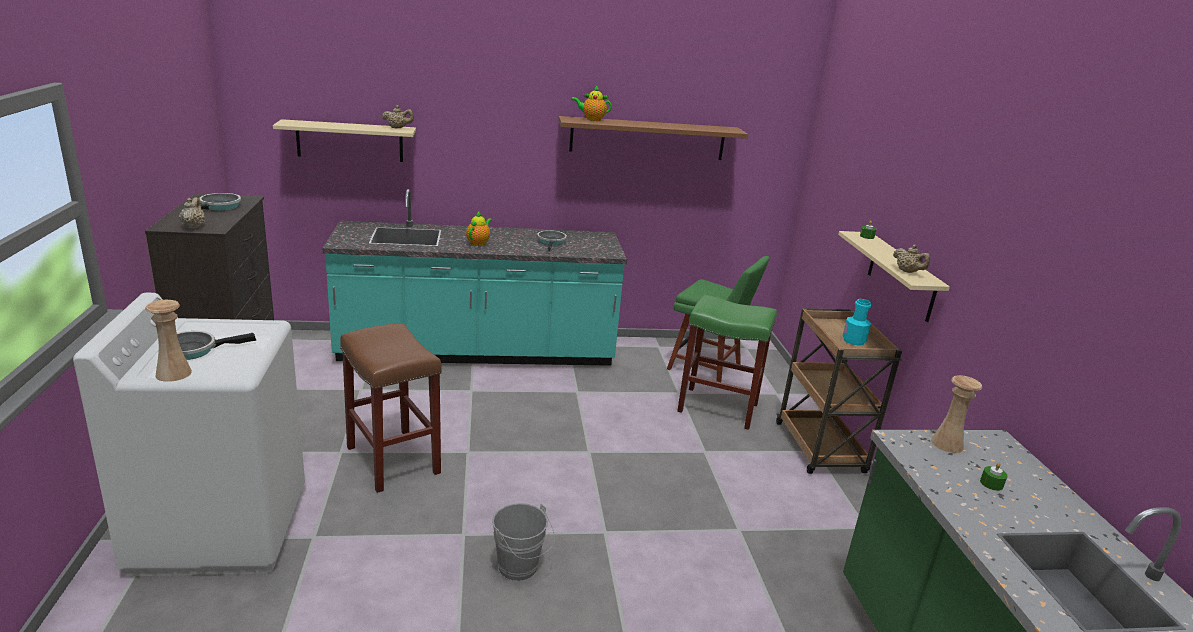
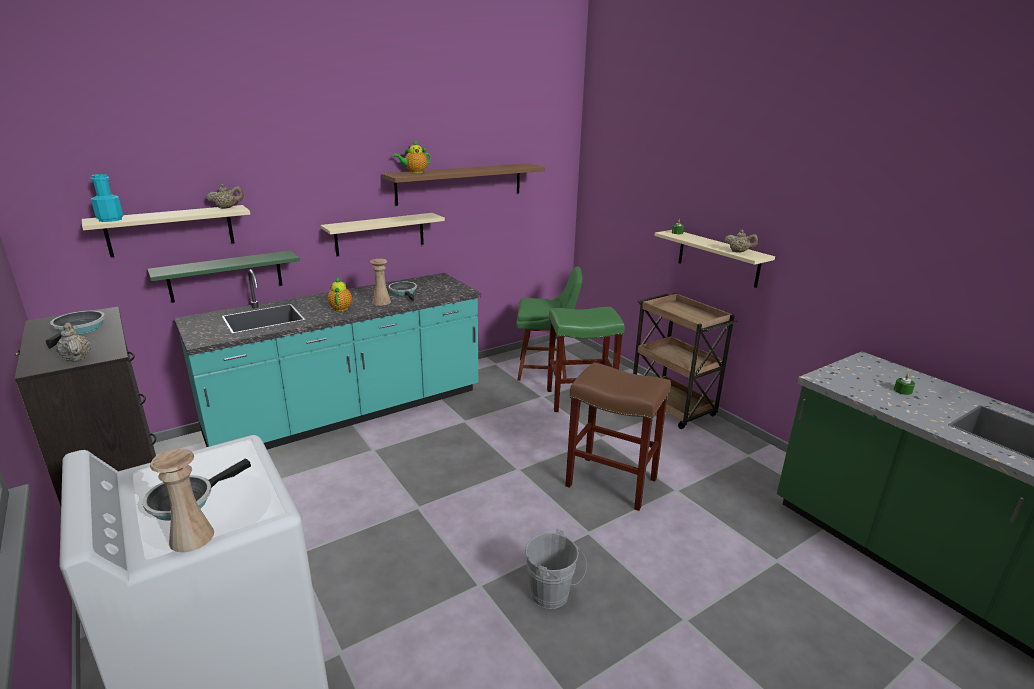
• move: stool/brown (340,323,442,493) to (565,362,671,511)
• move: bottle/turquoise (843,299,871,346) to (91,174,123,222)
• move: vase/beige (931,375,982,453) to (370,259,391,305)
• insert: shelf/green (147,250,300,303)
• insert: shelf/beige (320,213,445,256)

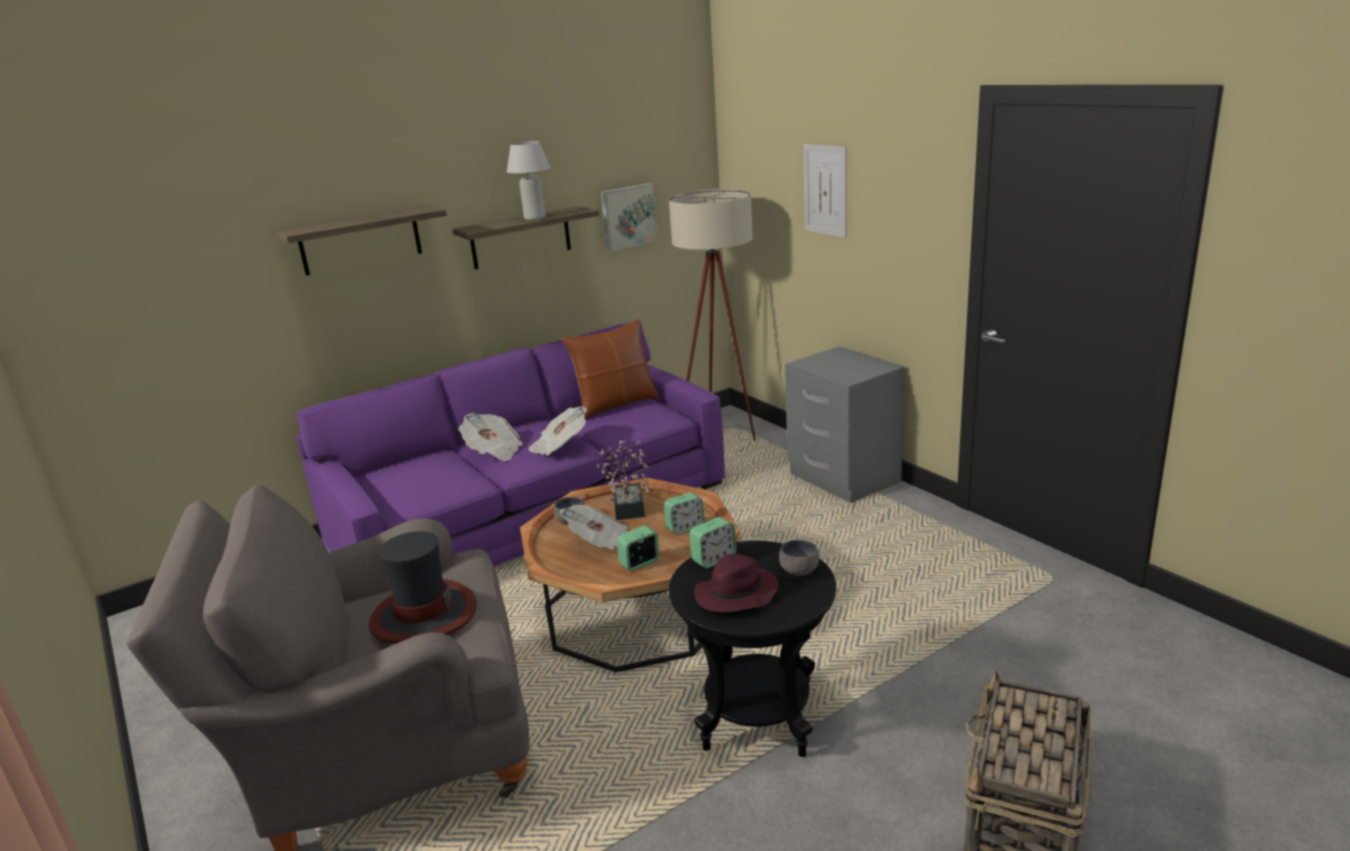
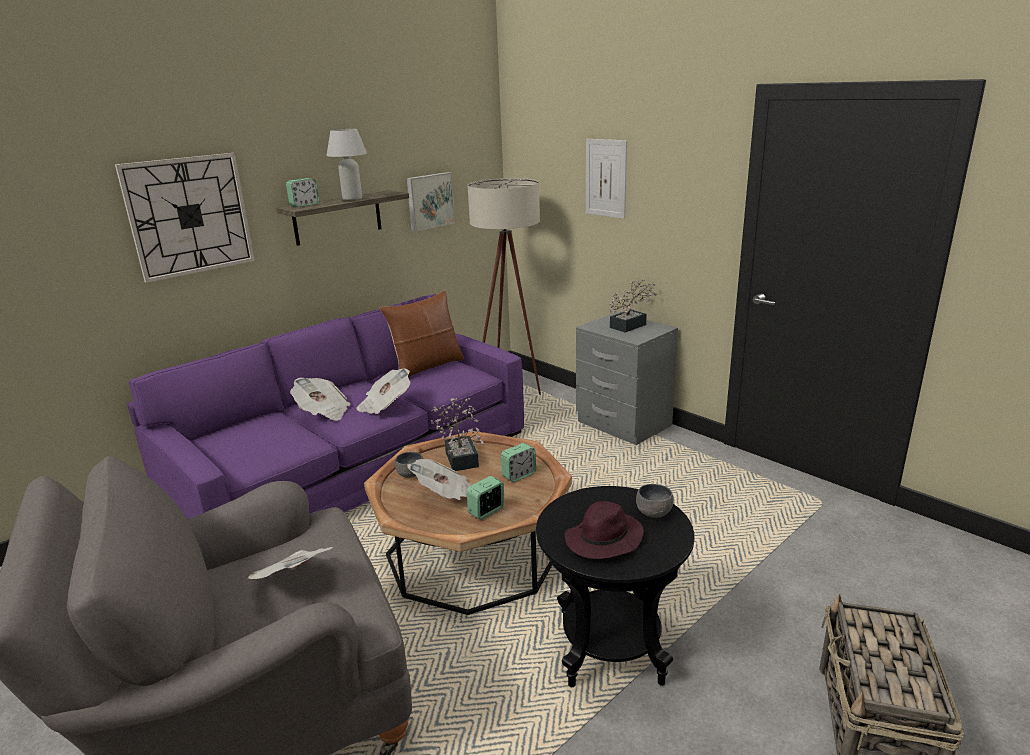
• replace: shelf (276,205,447,276) to wall clock (115,153,255,283)
• replace: hat (369,531,477,644) to newspaper (248,547,333,579)
• move: alarm clock (689,517,737,568) to (286,178,319,207)
• insert: potted plant (609,279,656,333)

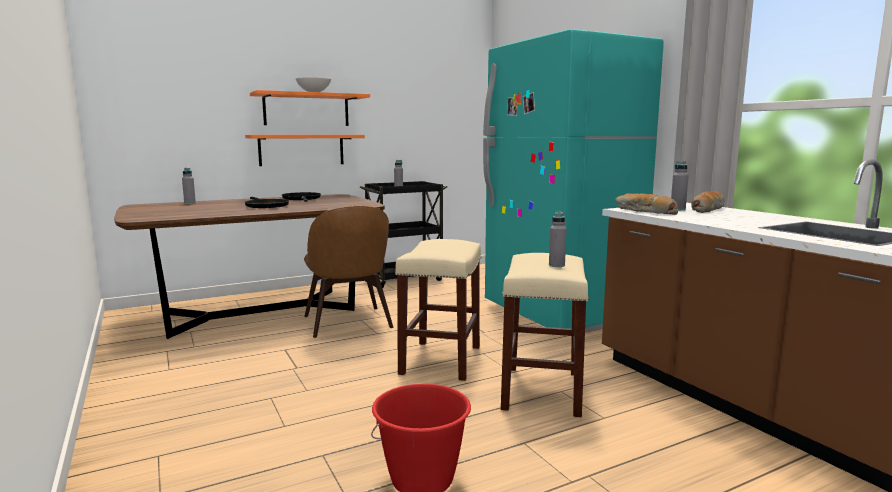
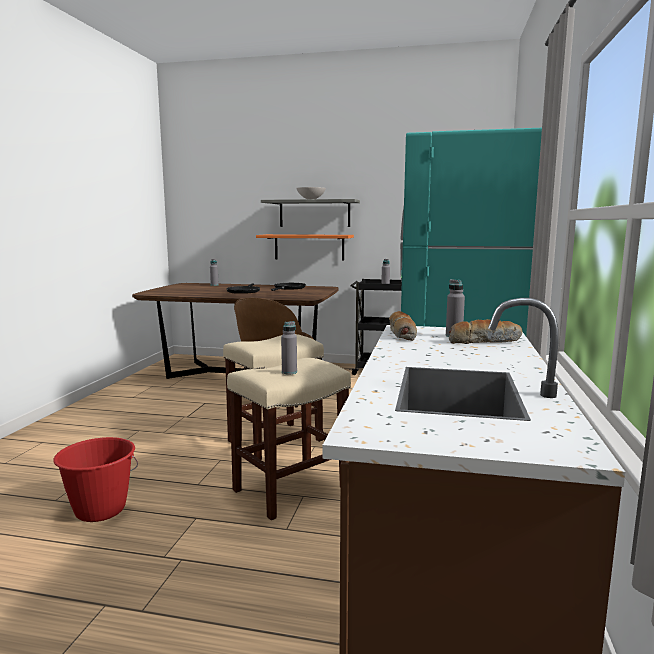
• recolor: shelf/orange (250,90,370,126) to shelf/grey (261,199,360,227)

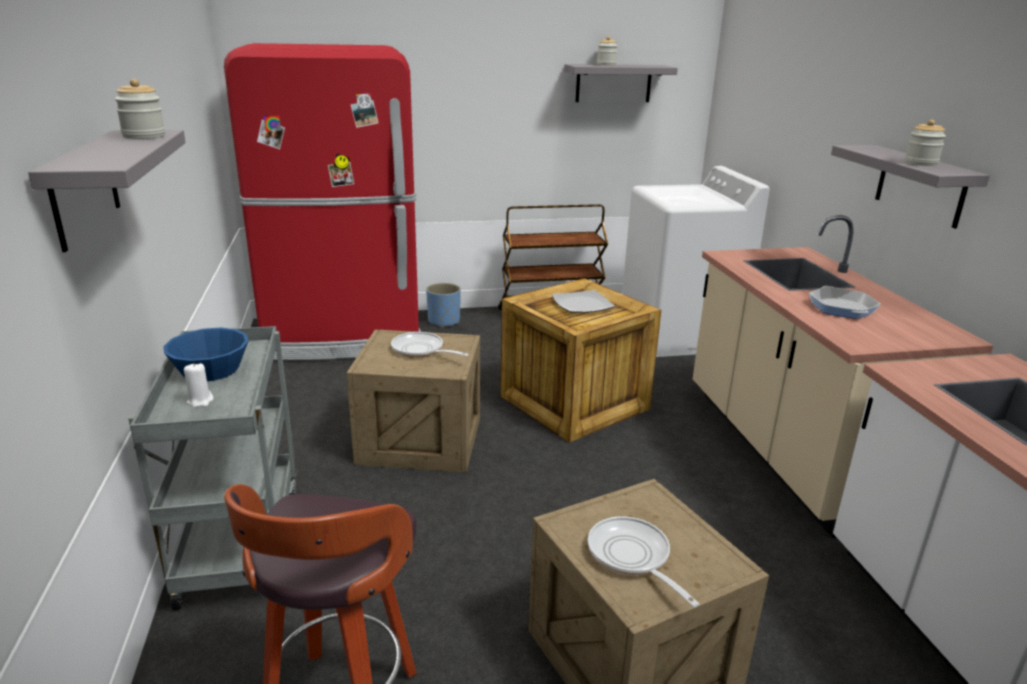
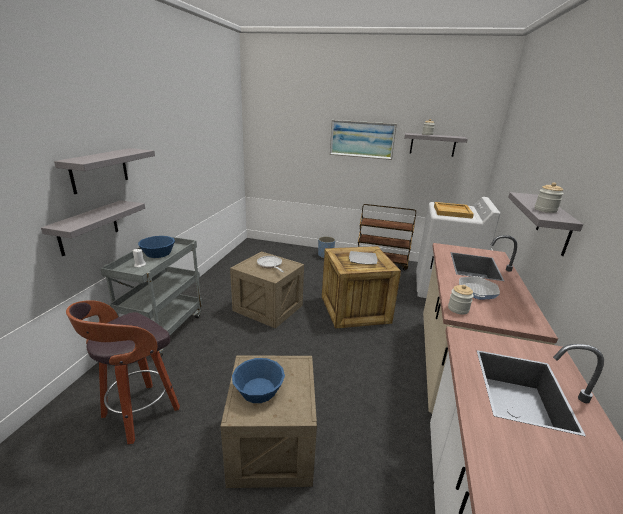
• move: jar (115,79,165,139) to (448,285,474,315)
• delete: fridge/red (224,43,421,360)
• replace: frying pan (588,516,699,607) to bowl/blue (232,358,285,403)
• insert: shelf/grey (41,200,145,256)
• insert: picture (330,120,397,160)
• insert: tray/beige (434,202,474,219)

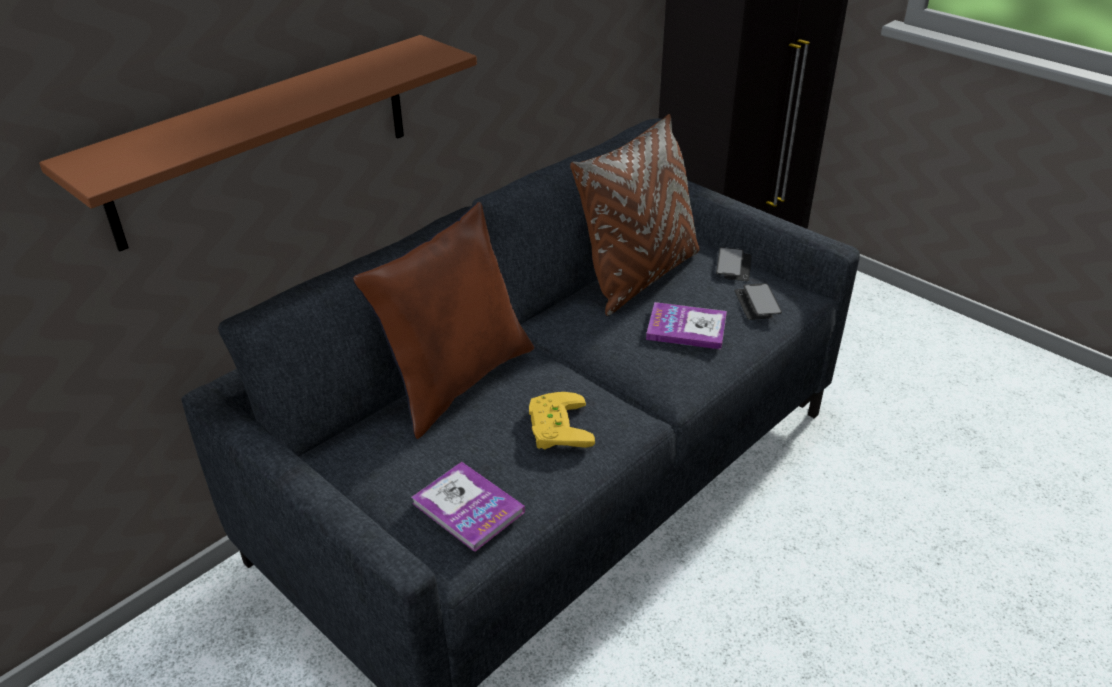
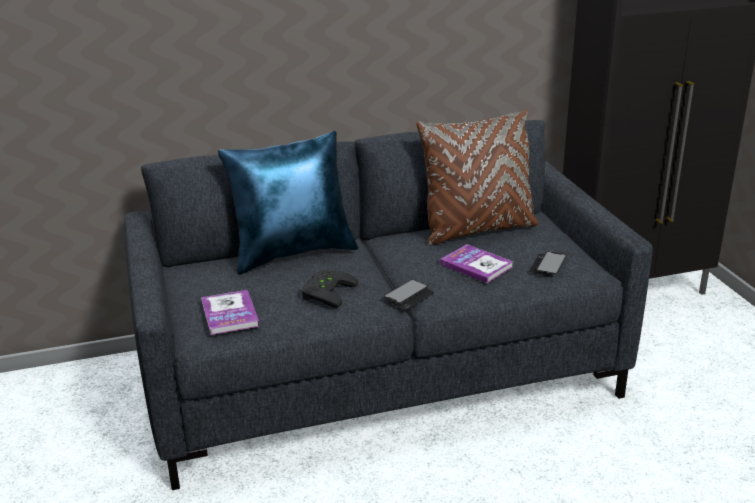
• delete: shelf/brown (39,35,477,251)
• recolor: pillow/brown (353,202,534,439) to pillow/blue (218,131,358,274)
• recolor: game controller/yellow (529,392,595,450) to game controller/black (302,270,359,308)
• move: phone (716,247,752,281) to (384,279,434,310)

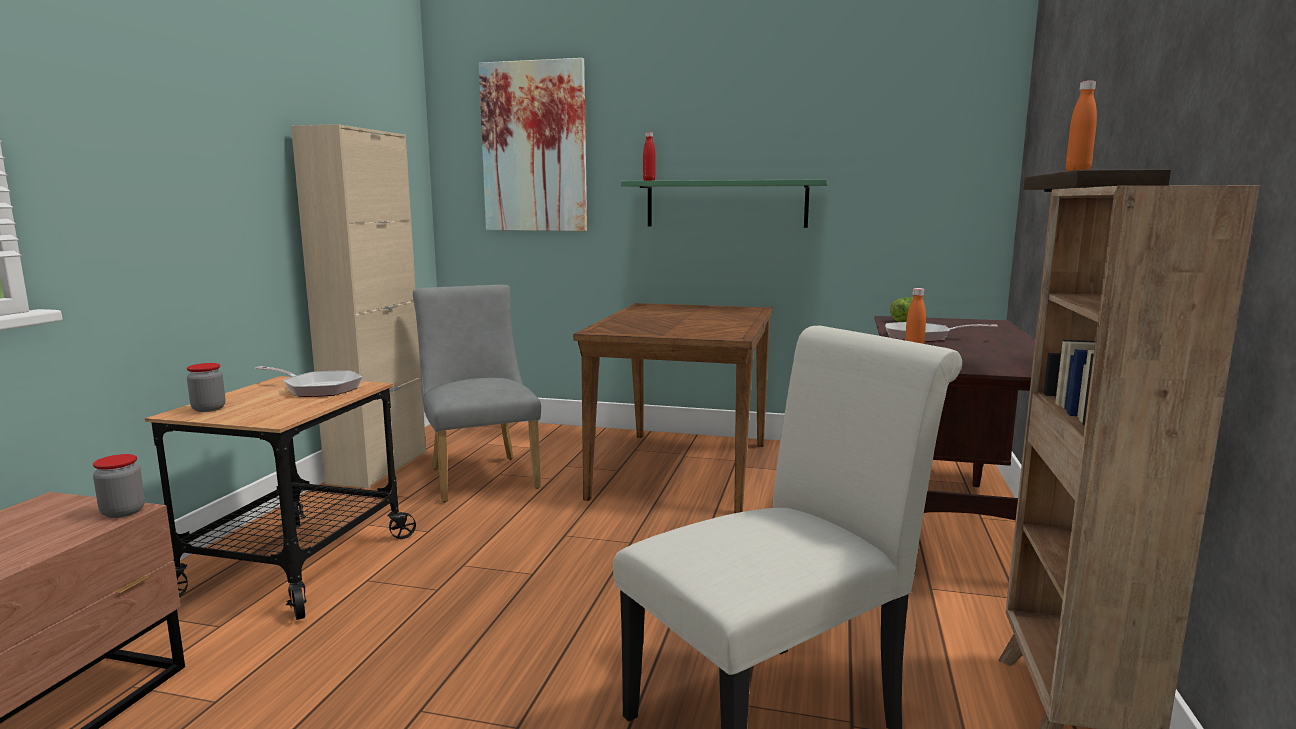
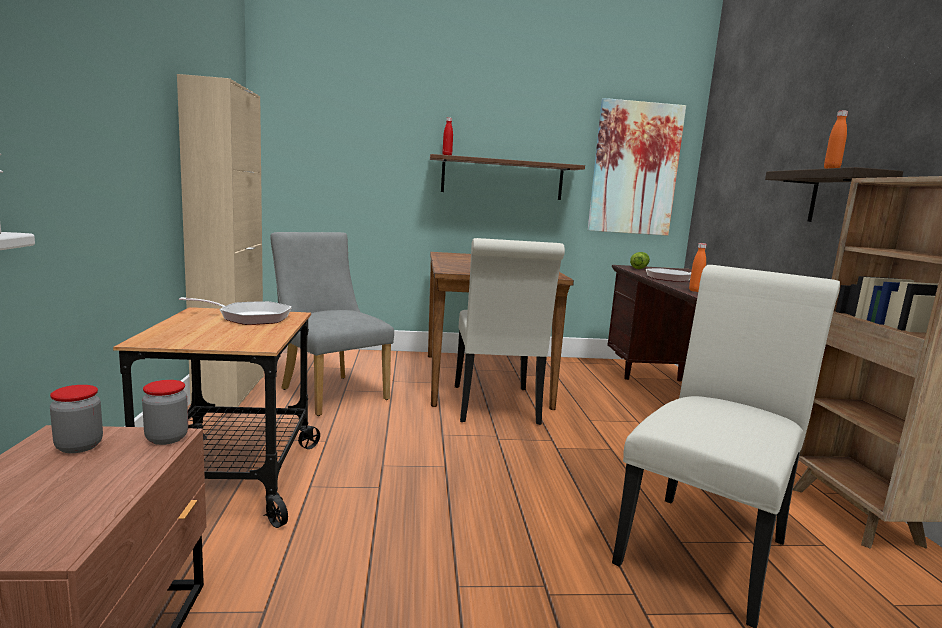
• move: jar (187,363,226,412) to (50,385,103,453)
• move: picture (479,58,587,231) to (588,98,686,236)
• recolor: shelf/green (621,179,828,228) to shelf/brown (430,154,585,200)
• insert: chair/white (455,238,565,425)

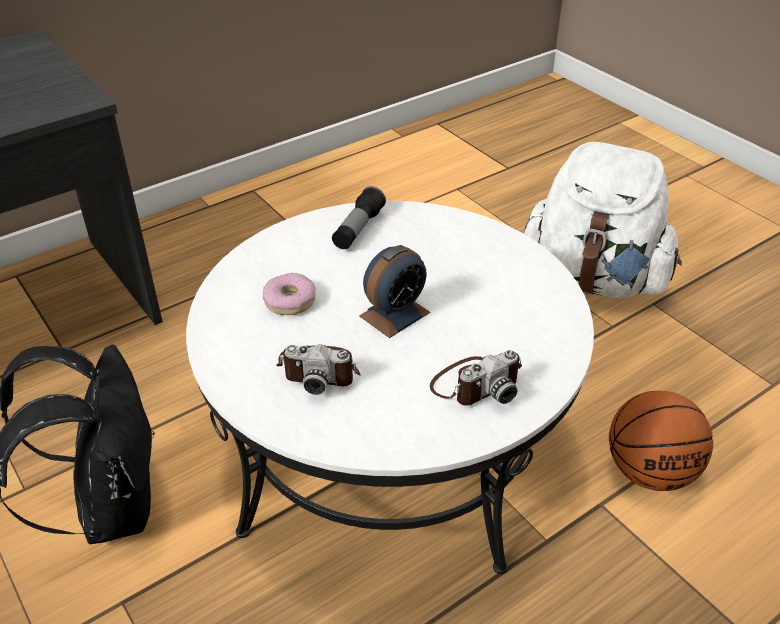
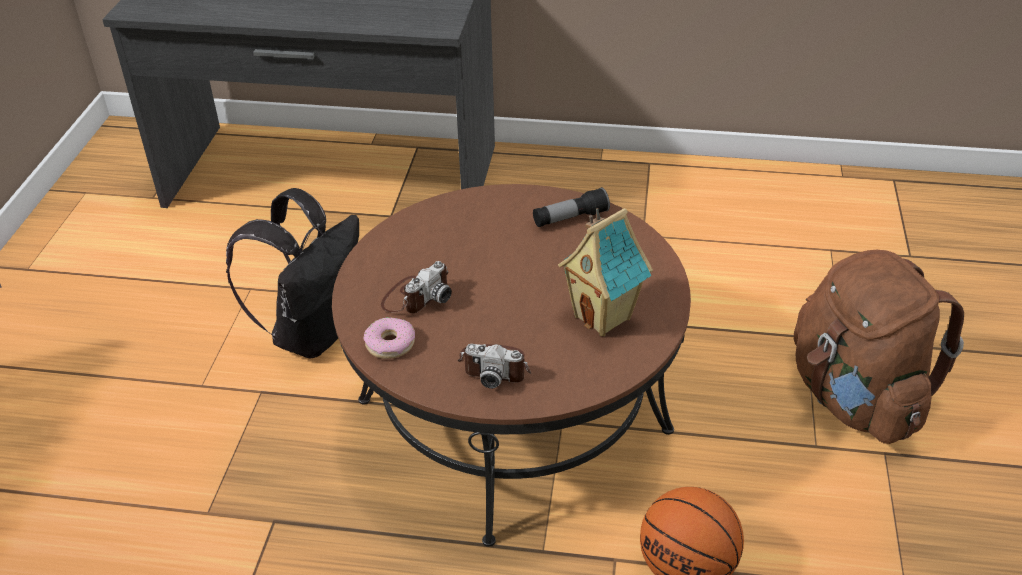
• recolor: coffee table/white (186,201,594,574) to coffee table/brown (332,184,691,547)
• move: donut (263,273,316,315) to (364,317,415,359)
• rotate: photo camera (276,344,361,395) = (381,261,452,313) 105 degrees counterclockwise
• delete: alarm clock (359,245,430,338)
• recolor: backpack/white (525,142,682,298) to backpack/brown (794,250,964,444)
• insert: toy house (558,208,653,336)

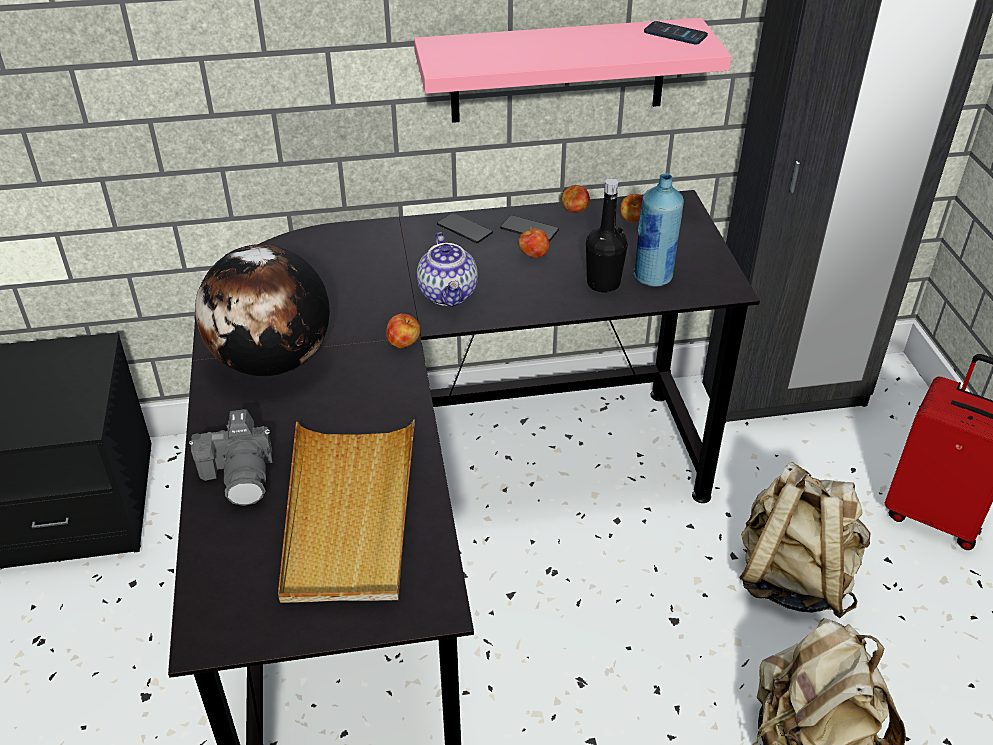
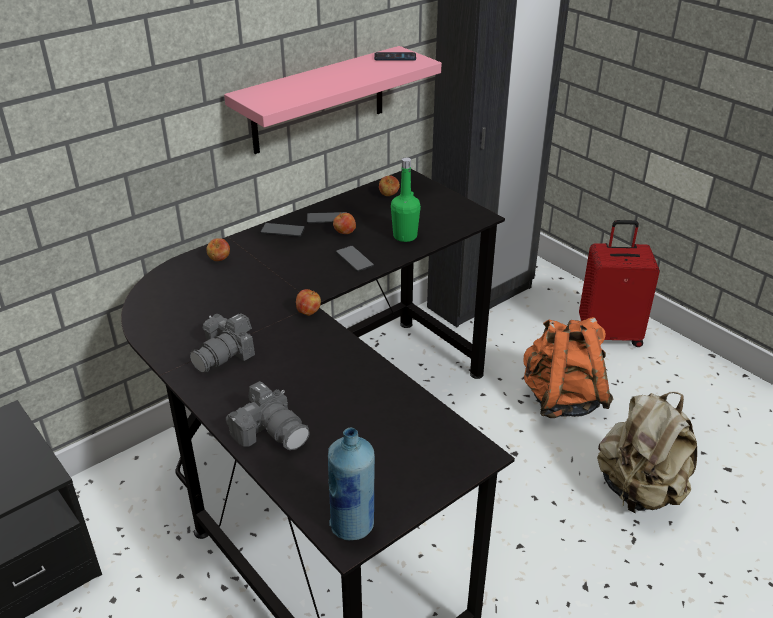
• replace: globe (195,244,330,376) to photo camera (190,313,255,373)
• delete: tray/beige (278,420,415,603)
• delete: teapot (417,232,478,307)
• move: apple (562,185,590,213) to (206,238,230,261)
• recolor: bottle/black (586,178,628,293) to bottle/green (391,157,421,242)
• move: bottle/blue (633,174,684,287) to (328,427,375,540)
• recolor: backpack/beige (740,462,870,618) to backpack/orange (523,317,613,418)
• insert: phone (336,246,374,272)

